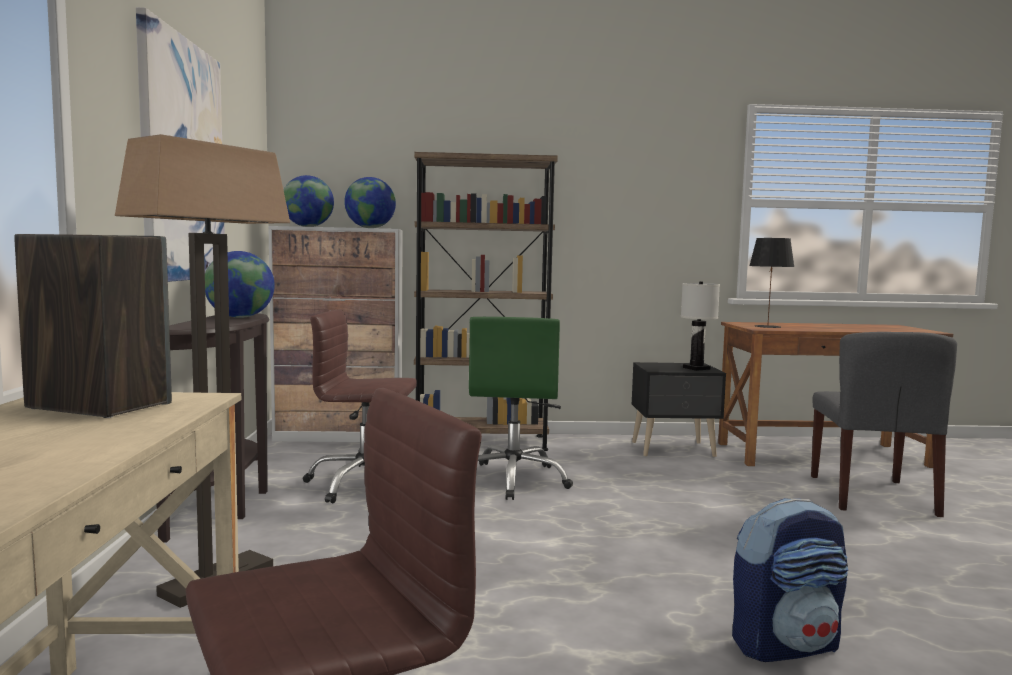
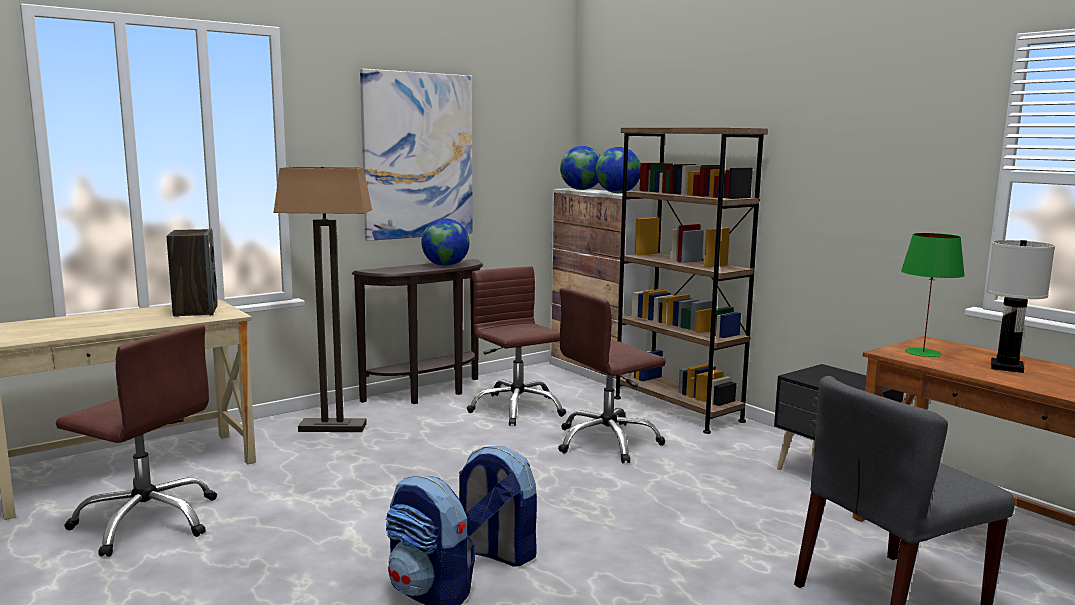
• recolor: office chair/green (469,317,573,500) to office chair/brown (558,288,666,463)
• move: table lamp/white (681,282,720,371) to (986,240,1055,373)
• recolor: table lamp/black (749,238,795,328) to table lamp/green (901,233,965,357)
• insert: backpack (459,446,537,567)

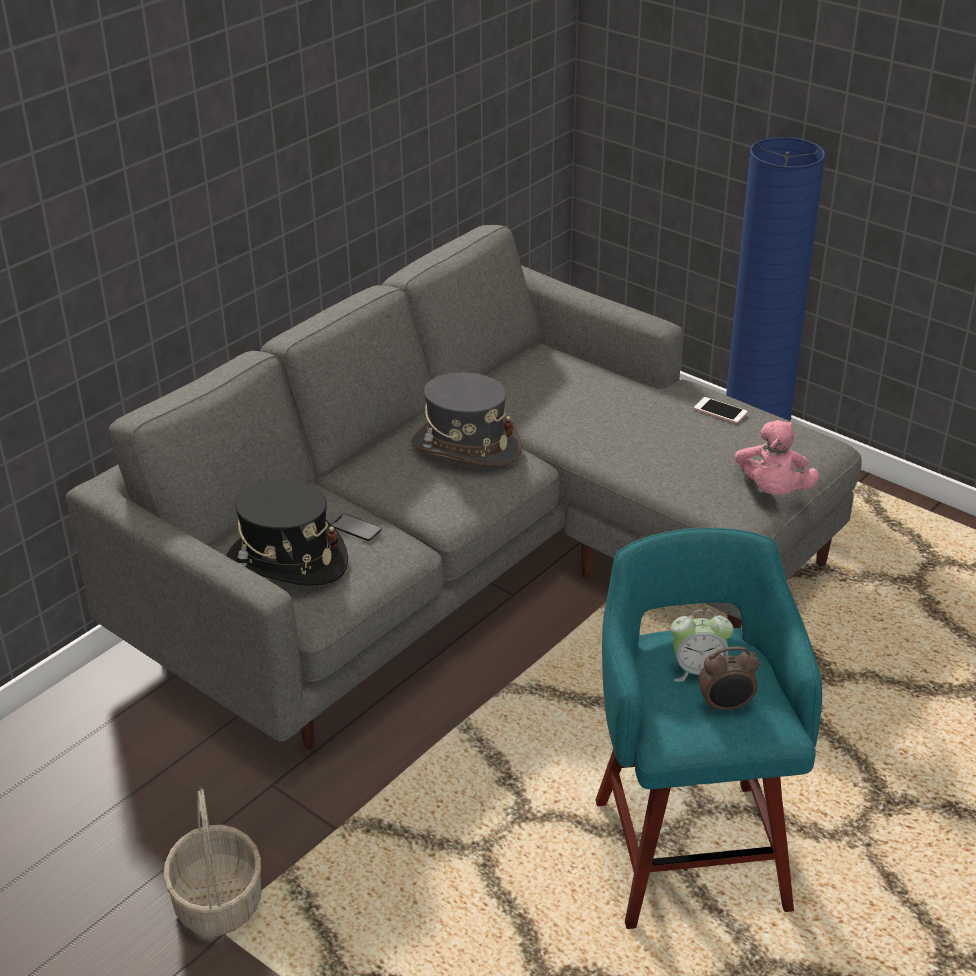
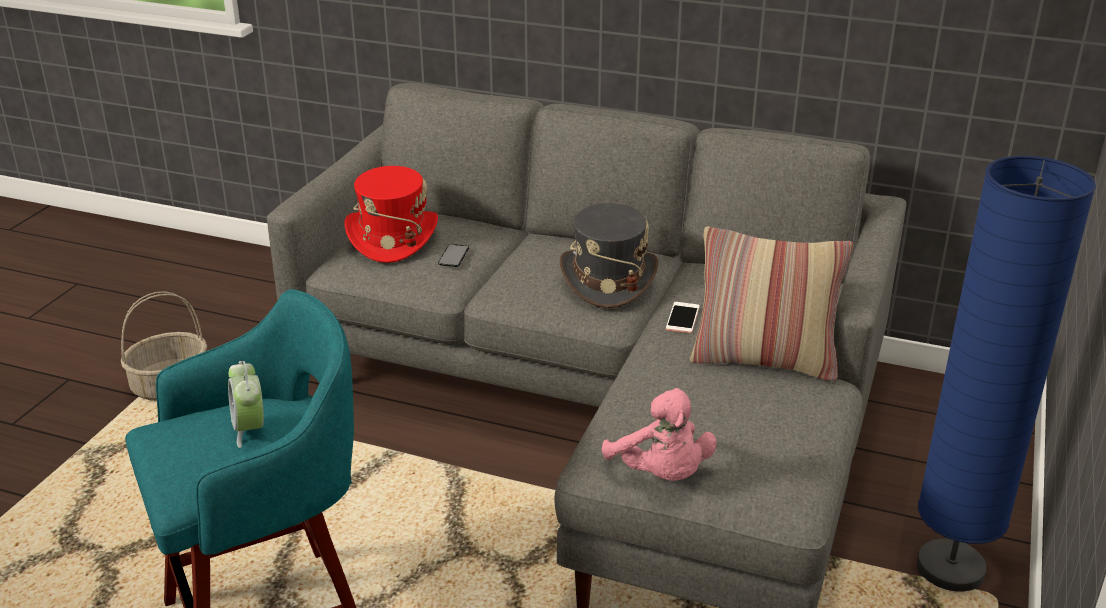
• recolor: hat/black (226,480,348,586) to hat/red (344,166,438,263)
• move: phone (694,397,747,423) to (666,302,700,333)
• delete: alarm clock (699,646,759,713)
• rotate: plush toy/pink (735,420,819,495) = (602,388,717,481) 105 degrees counterclockwise
• insert: pillow (690,227,853,381)

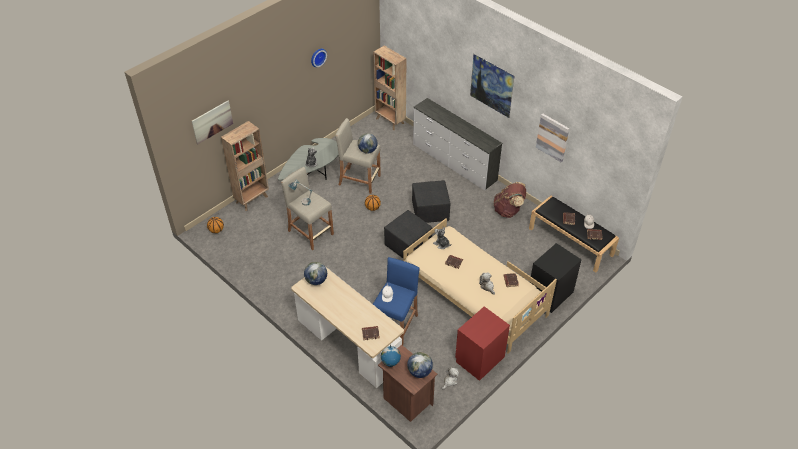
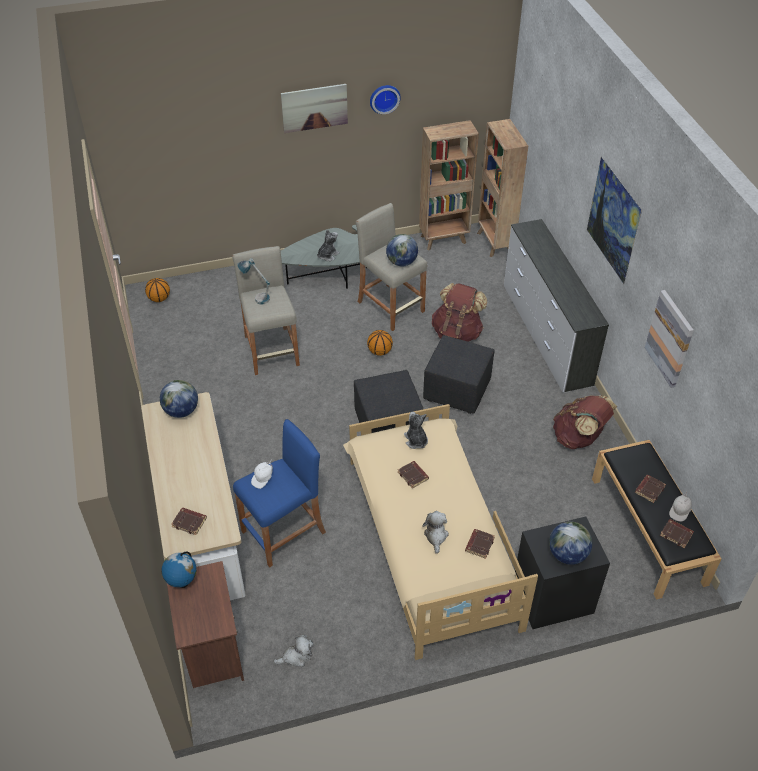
• move: picture (192,101,233,144) to (281,84,348,133)
• move: bookcase/brown (221,121,269,211) to (419,120,479,251)
• move: globe (407,352,433,378) to (549,521,592,565)
• delete: nightstand/red (455,306,510,381)
• insert: backpack/brown (432,283,487,342)

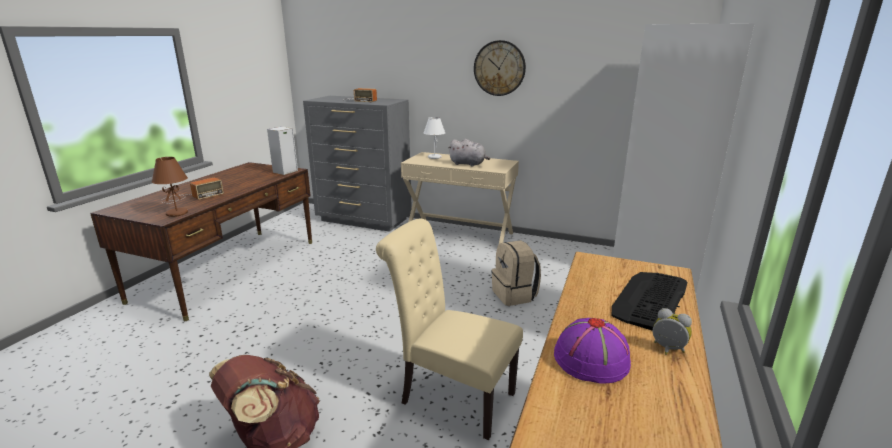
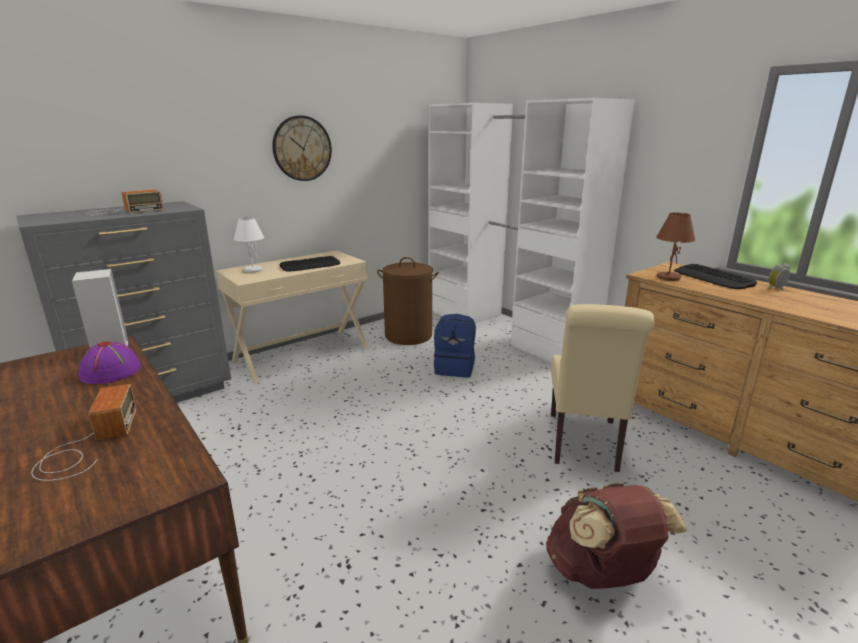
• move: table lamp/brown (152,157,188,217) to (656,213,696,281)
• rotate: chair/beige (376,219,523,440) = (551,304,654,472) 45 degrees counterclockwise
• replace: plush toy/grey (448,139,490,167) to keyboard (279,256,340,272)
• recolor: backpack/beige (492,240,541,306) to backpack/blue (434,314,476,378)
• move: hat/purple (554,318,631,384) to (79,341,141,384)
• insert: laundry basket/brown (377,257,439,345)

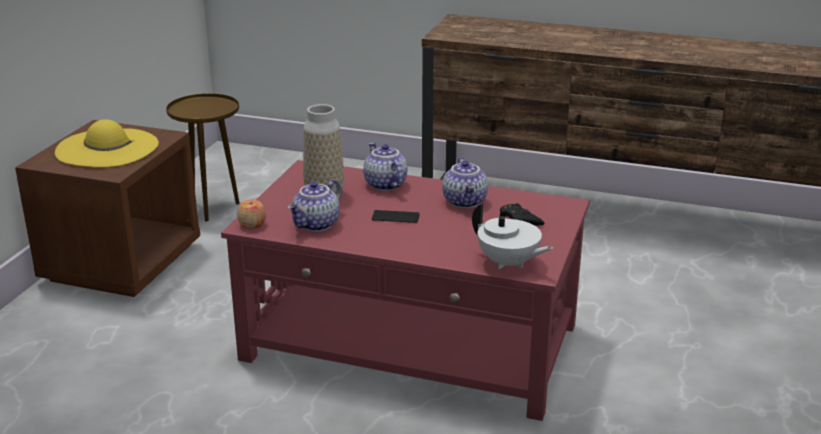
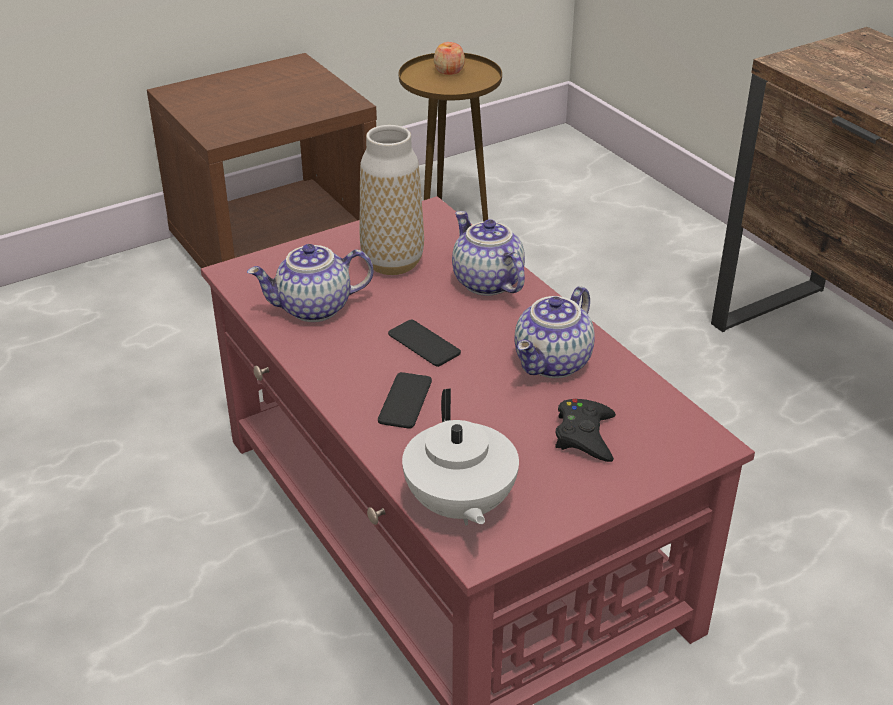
• delete: hat/yellow (55,119,159,167)
• move: apple (237,200,266,229) to (434,42,465,75)
• rotate: teapot (363,143,407,191) = (452,211,525,296) 45 degrees counterclockwise
• insert: phone (378,372,432,429)

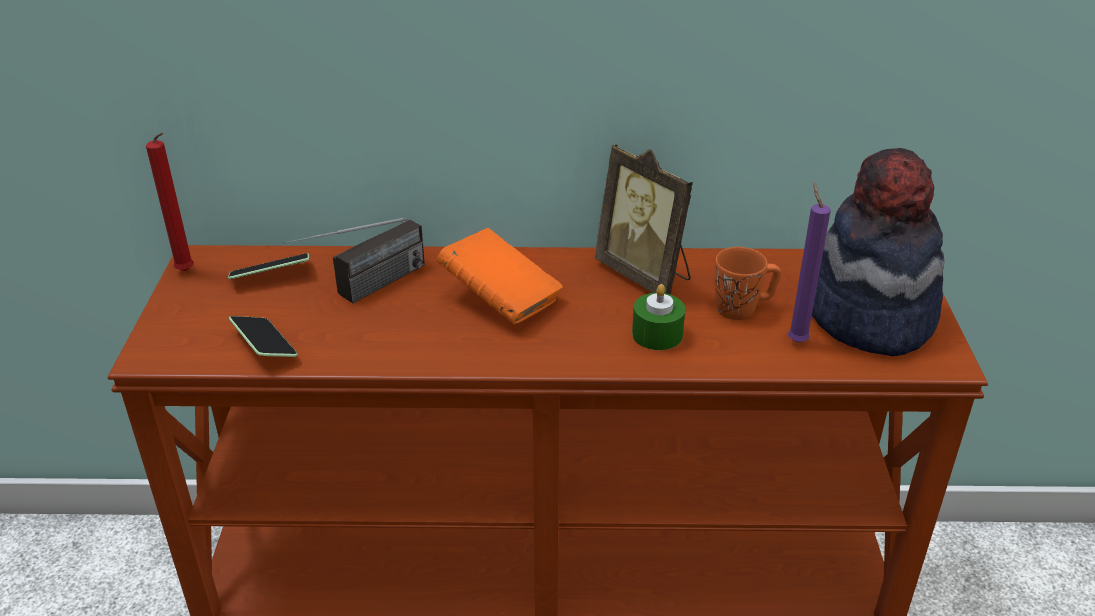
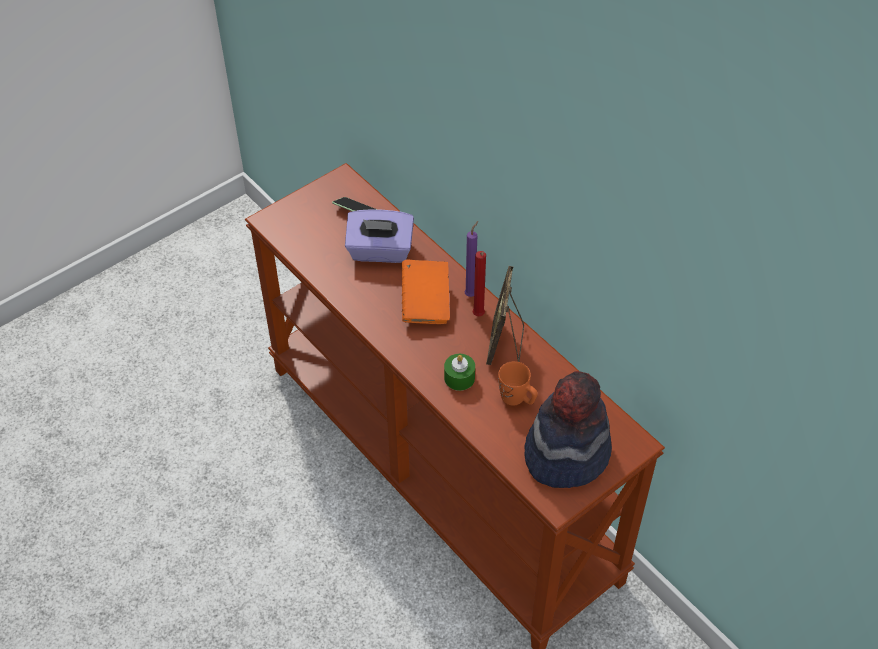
• move: candle/red (146,132,194,271) to (472,251,486,316)
• delete: phone (229,316,298,357)
• replace: radio (283,217,425,303) to tissue box/purple (345,210,414,263)
• move: candle/purple (788,183,831,343) to (464,221,478,297)

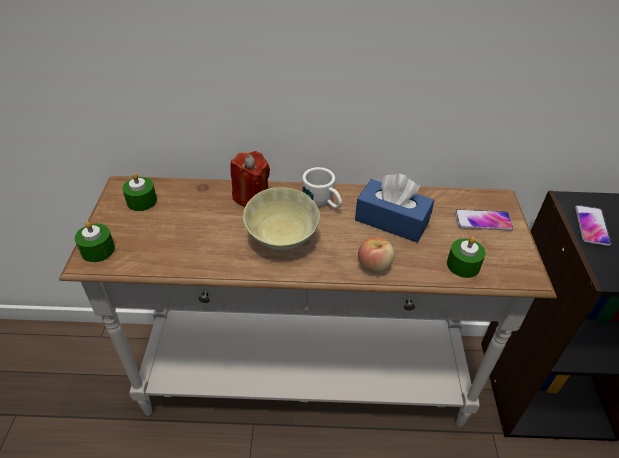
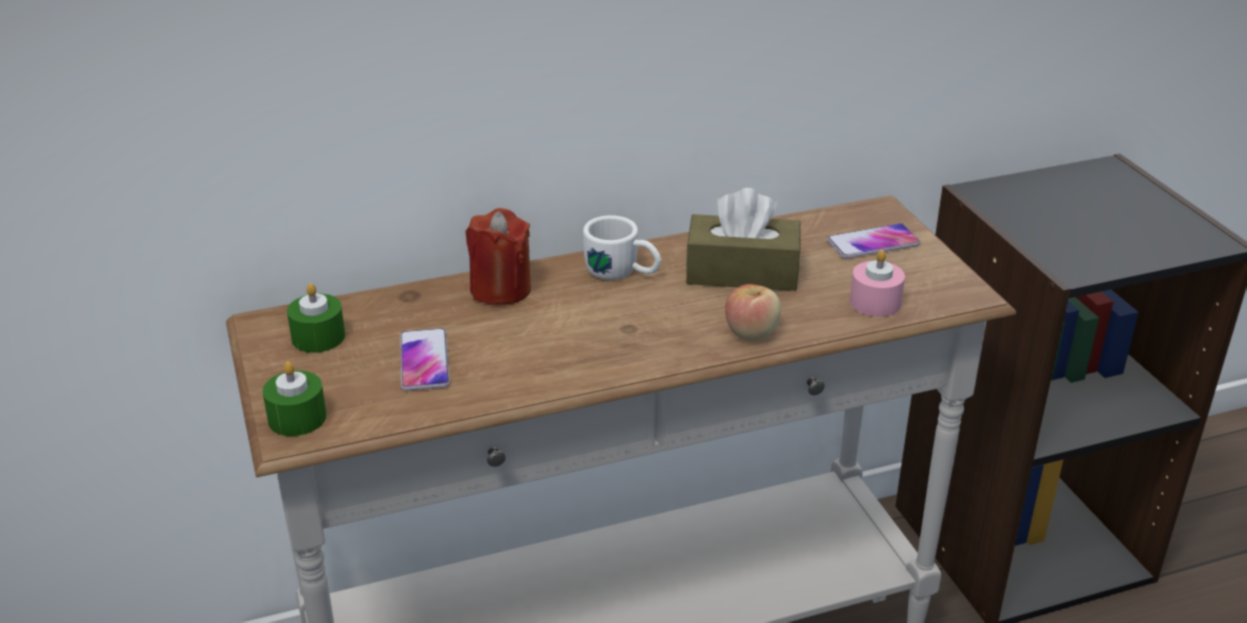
• delete: bowl/beige (243,187,320,251)
• recolor: tissue box/blue (355,174,434,243) to tissue box/brown (686,188,800,291)
• recolor: candle/green (447,237,486,278) to candle/pink (850,250,905,317)
• move: phone (575,205,611,246) to (400,328,450,391)

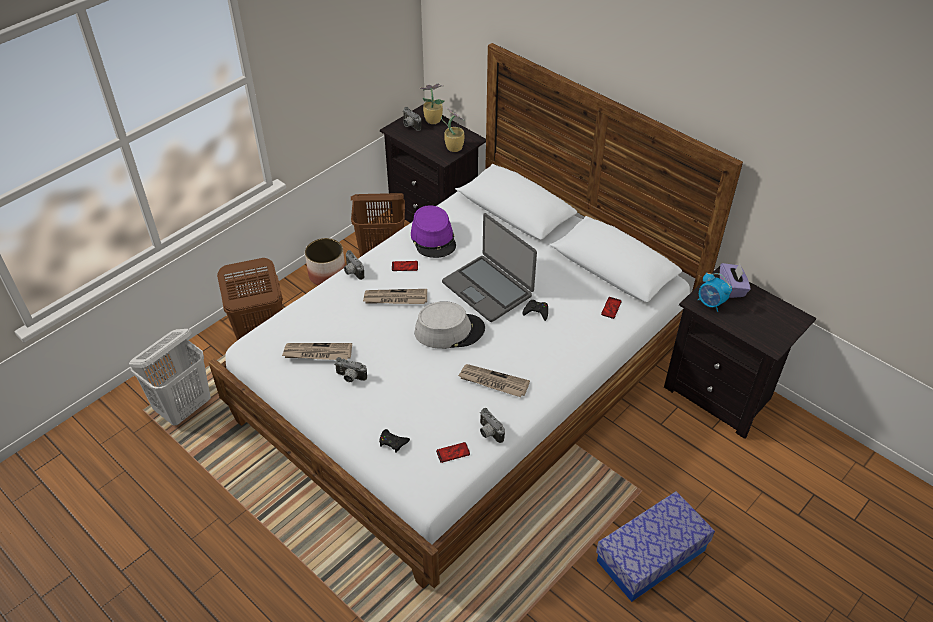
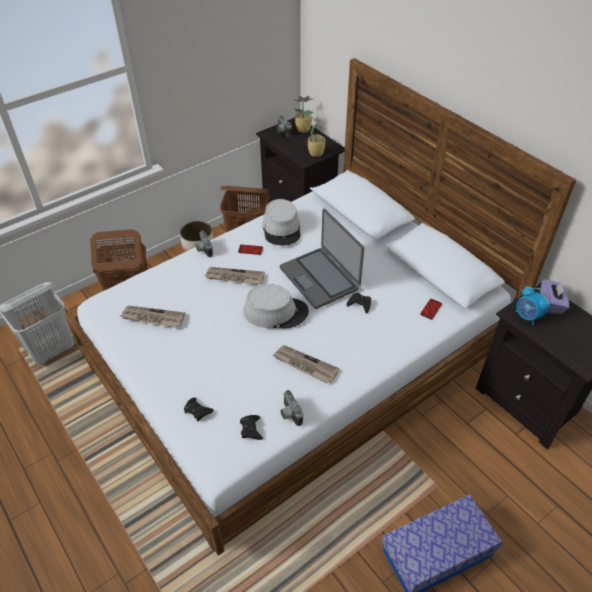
• delete: photo camera (334,357,367,382)
• recolor: hat/purple (411,205,456,258) to hat/grey (262,199,300,246)
• replace: phone (436,442,470,463) to game controller/black (240,415,263,440)

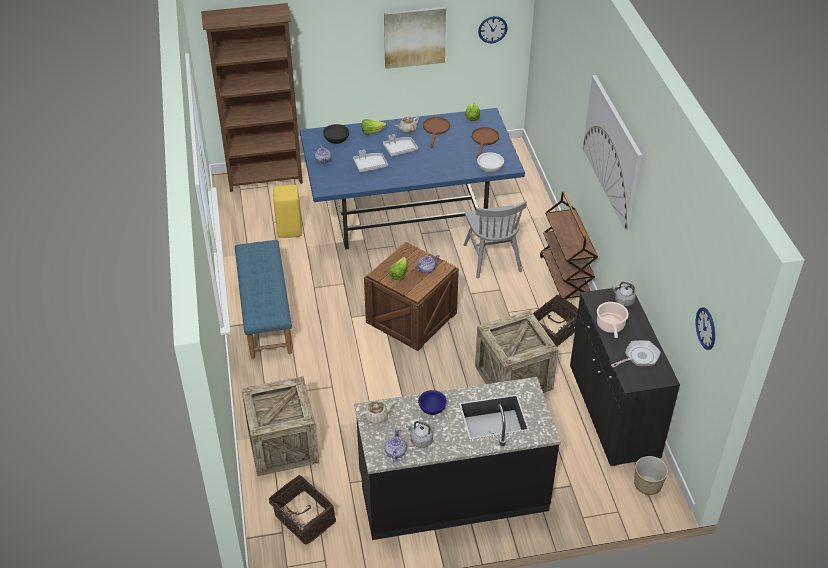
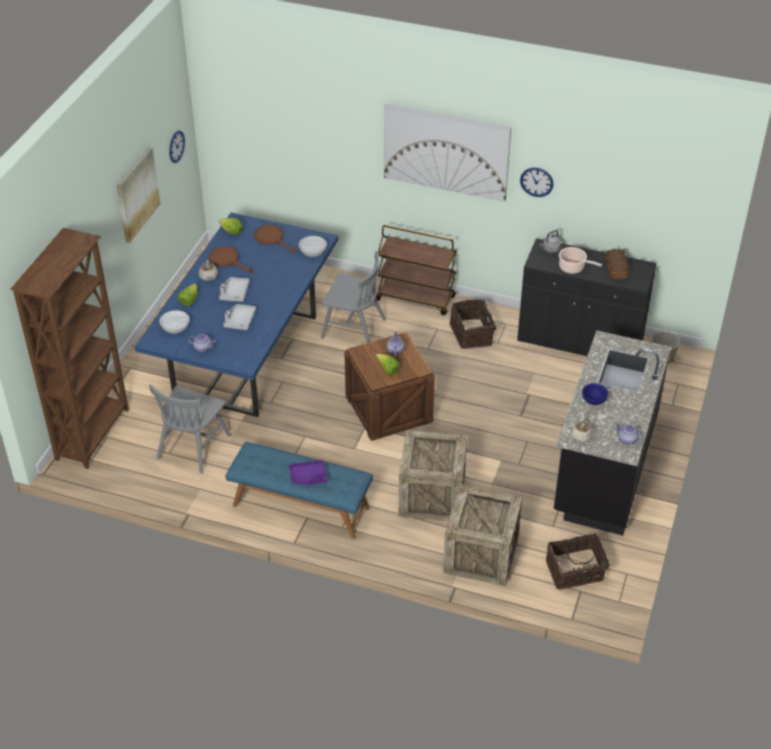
• replace: stool/yellow (273,185,302,238) to chair/grey (149,384,230,474)
• recolor: bowl/black (323,124,349,144) to bowl/white (160,310,189,334)
• delete: kettle/grey (406,421,433,448)
• move: crate (475,310,559,393) to (399,430,467,521)
• replace: frying pan (611,340,661,368) to bread (605,249,629,279)
• move: wall clock (696,307,715,350) to (520,168,553,197)
• insert: tray/purple (289,460,327,485)

